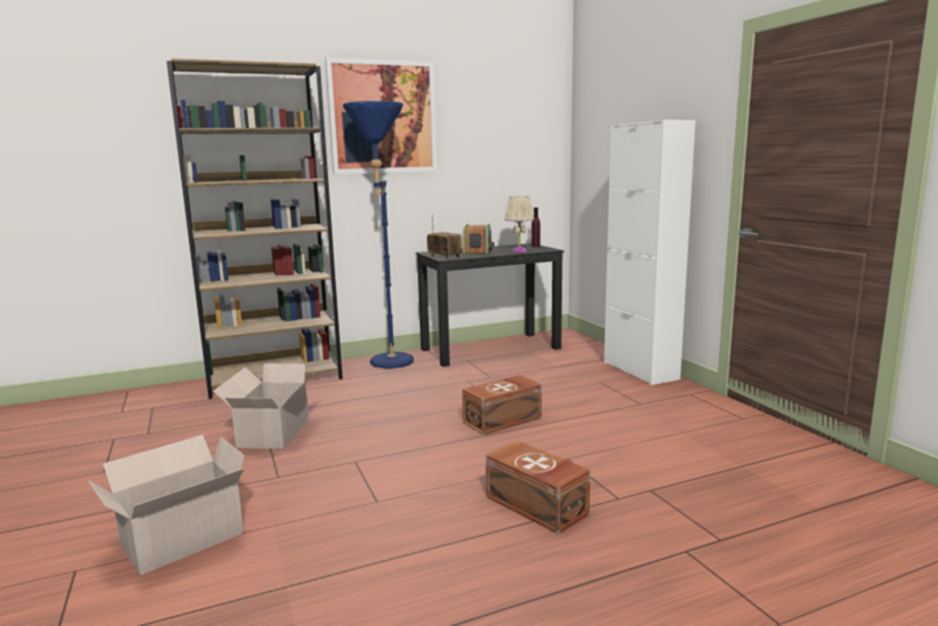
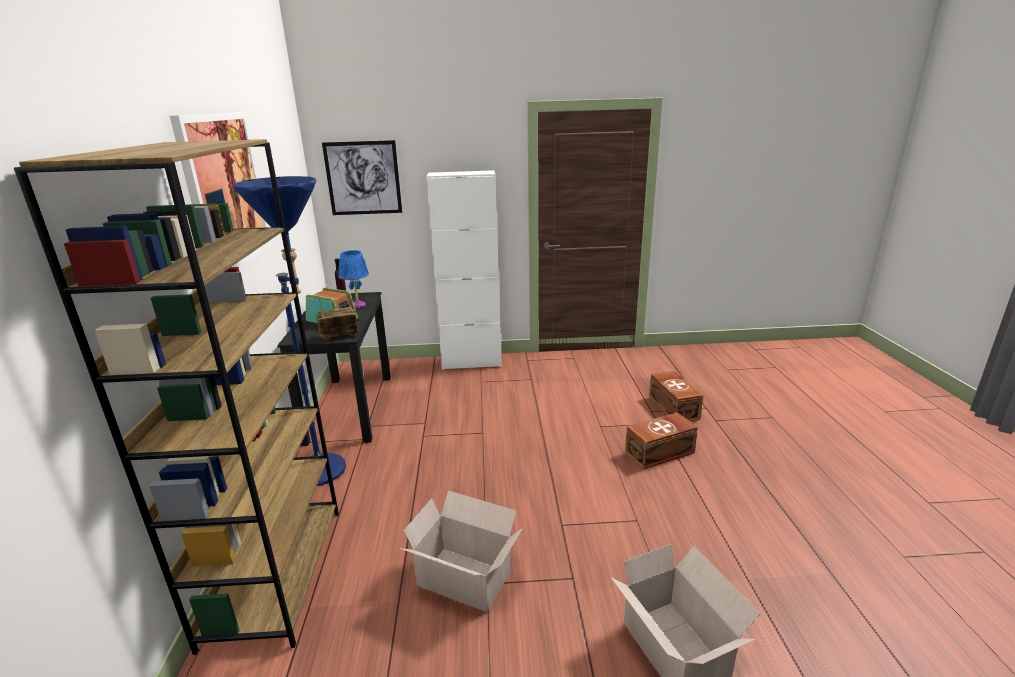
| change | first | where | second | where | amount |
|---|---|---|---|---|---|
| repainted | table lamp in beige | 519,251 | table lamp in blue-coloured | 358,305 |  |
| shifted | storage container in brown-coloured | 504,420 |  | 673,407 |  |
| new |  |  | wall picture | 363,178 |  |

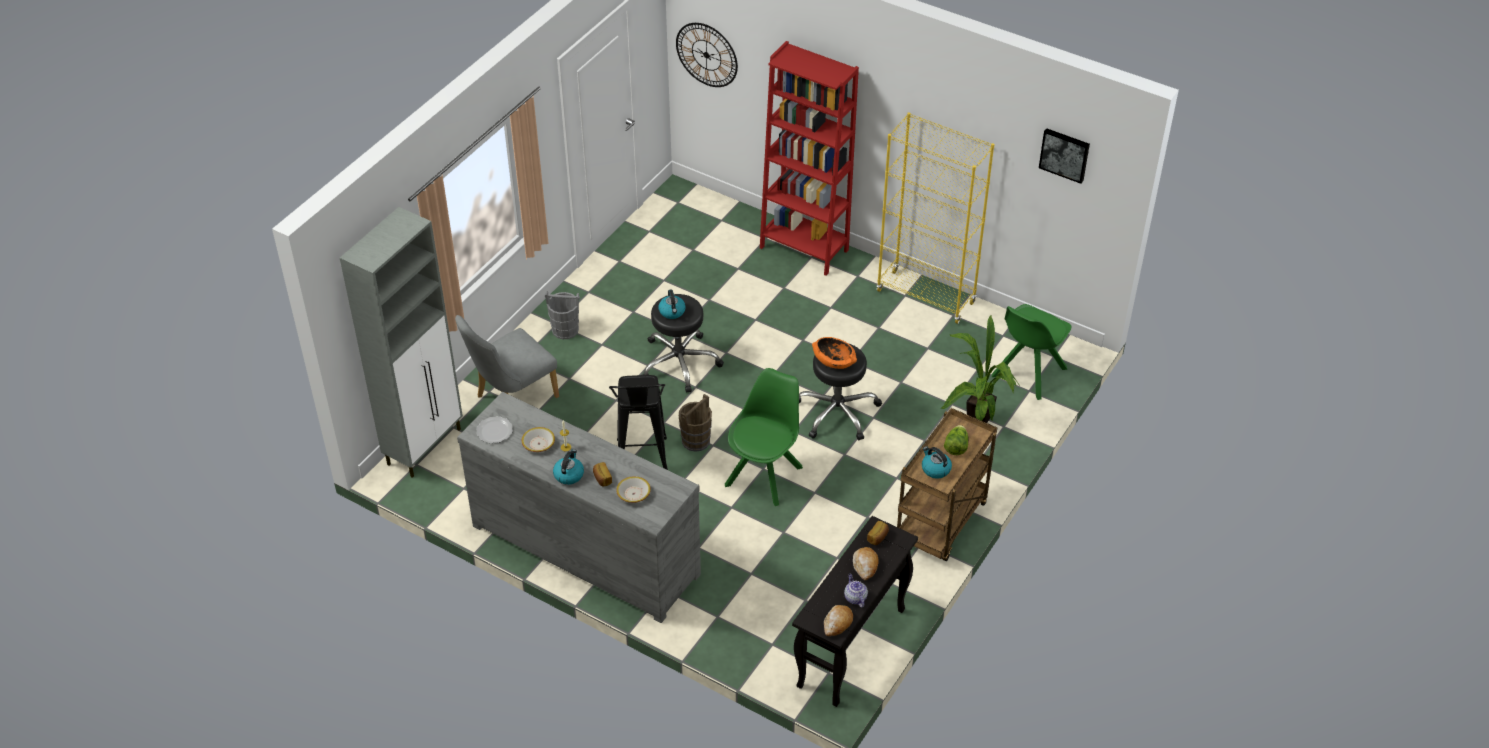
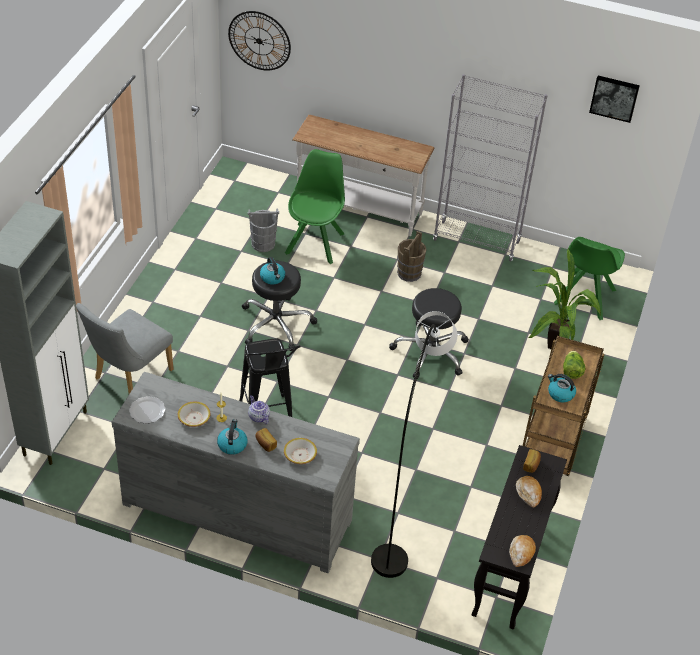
| change | first | where | second | where | amount |
|---|---|---|---|---|---|
| swapped | bookshelf in red-coloured | 804,249 | narrow table in white-coloured | 358,210 |  |
| repainted | bookshelf in yellow | 926,297 | bookshelf in gray | 477,241 |  |
| shifted | water bucket in gray | 565,330 |  | 263,244 |  |
| gone | bowl in orangey | 834,360 |  |  |  |
| shifted | upright chair in green | 765,474 |  | 315,242 |  |
| shifted | water bucket in brown-coloured | 696,440 |  | 409,273 |  |
| shifted | teapot | 855,597 |  | 258,417 |  |
| new |  |  | standing lamp in gray | 405,507 |  |

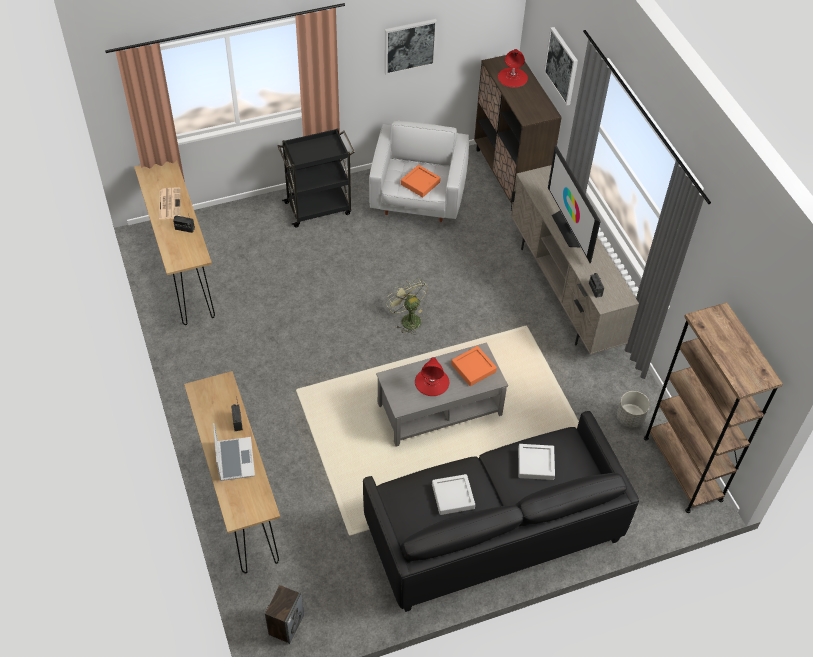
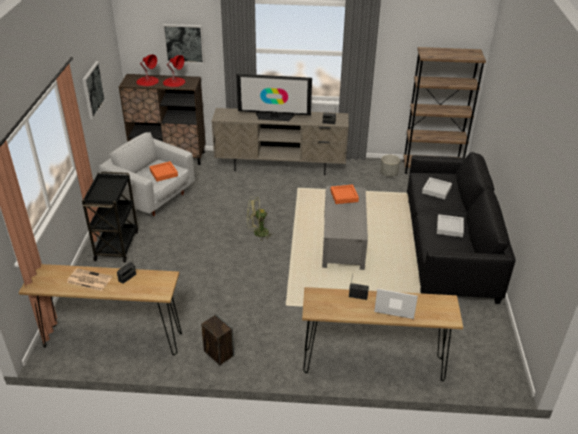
| change | first | where | second | where | amount |
|---|---|---|---|---|---|
| shifted | table lamp in red-coloured | 432,382 |  | 174,82 |  |
| shifted | audio speaker | 286,624 |  | 218,353 |  |

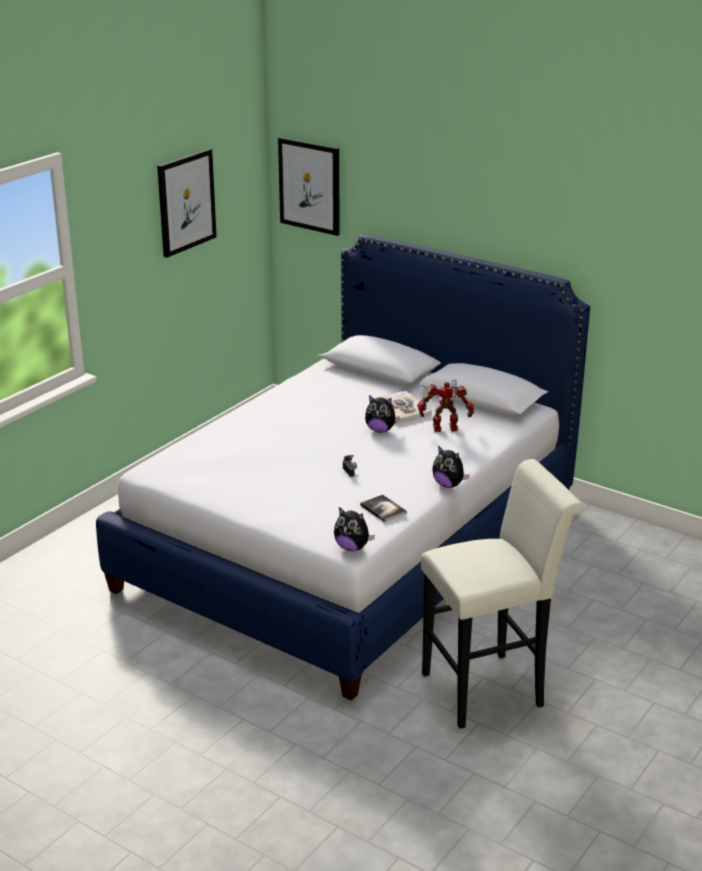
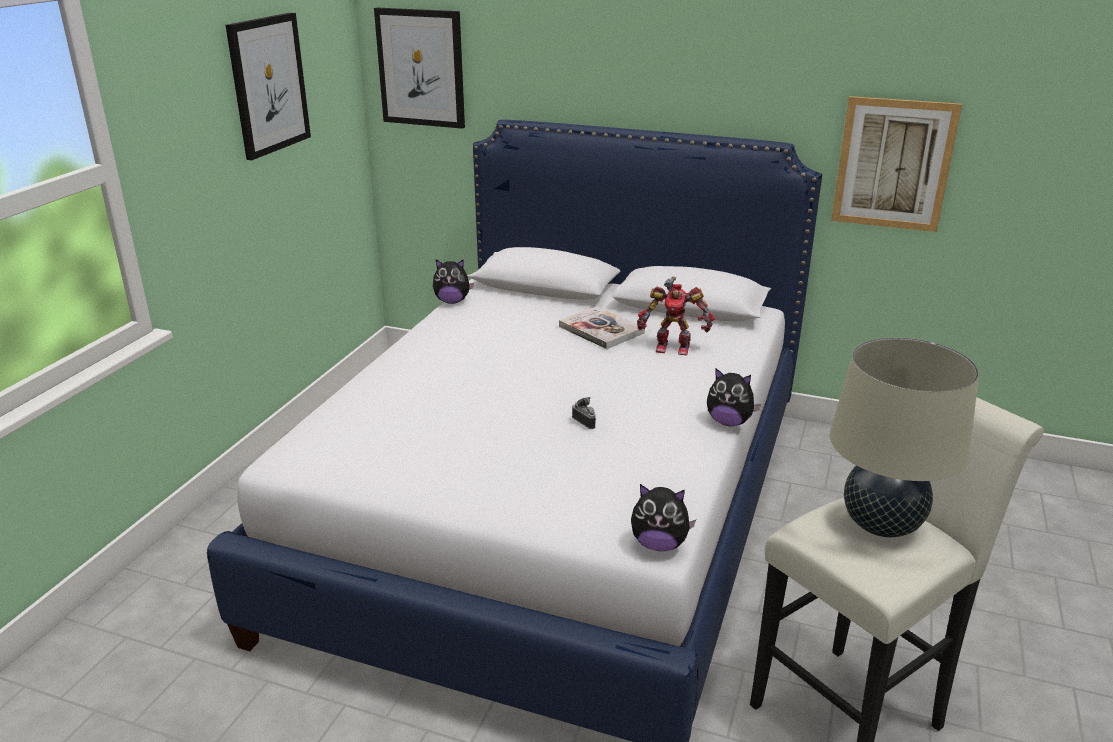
| change | first | where | second | where | amount |
|---|---|---|---|---|---|
| rotated | robot figure | 445,428 |  | 672,347 | 150 degrees counterclockwise |
| shifted | soft toy | 380,430 |  | 452,301 |  |
| gone | bound book | 383,509 |  |  |  |
| new |  |  | wall picture | 893,164 |  |
| new |  |  | table lamp in beige | 881,524 |  |

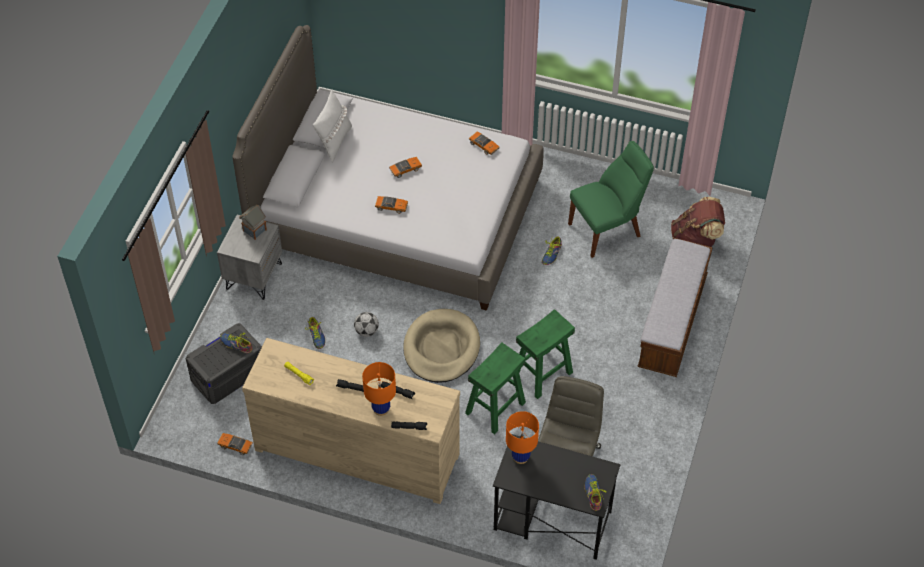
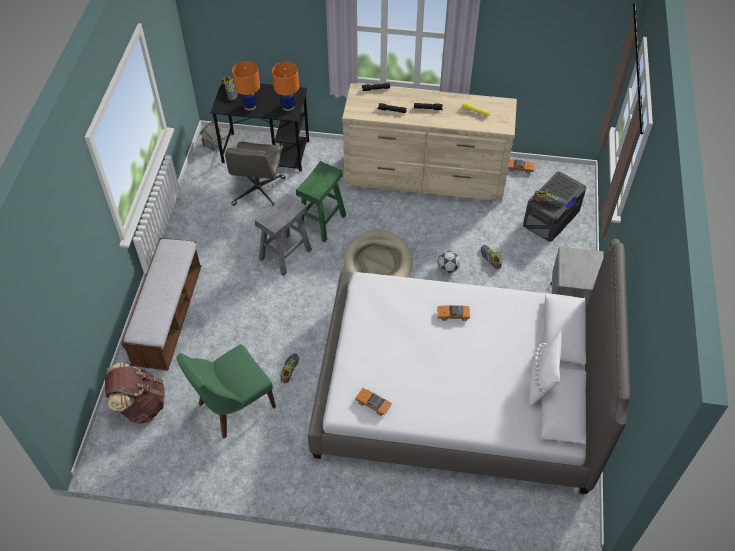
| change | first | where | second | where | amount |
|---|---|---|---|---|---|
| gone | miniature car | 405,169 |  |  |  |
| shifted | toy house | 254,231 |  | 212,144 |  |
| repainted | sitting stool in green | 542,374 | sitting stool in gray | 285,254 |  |
| shifted | table lamp in orangey | 381,409 |  | 250,106 |  |

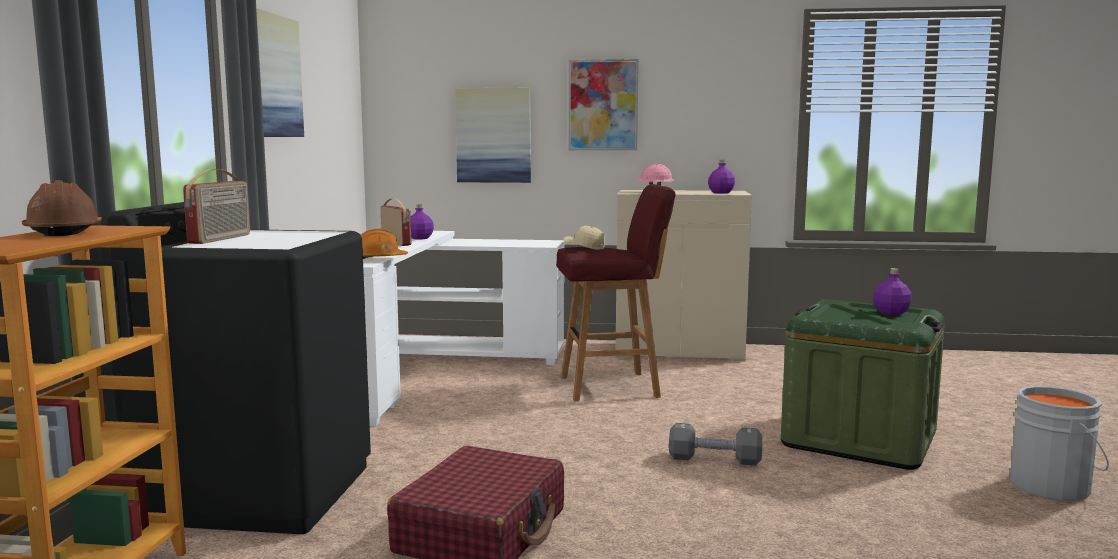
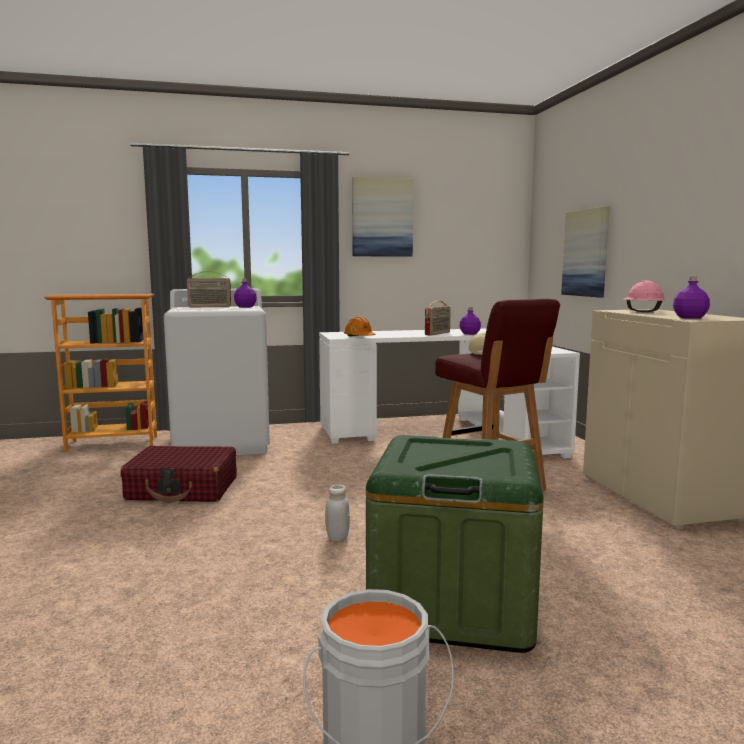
| change | first | where | second | where | amount |
|---|---|---|---|---|---|
| gone | wall picture | 603,105 |  |  |  |
| gone | hard hat in brown-coloured | 64,232 |  |  |  |
| repainted | washing machine in black-coloured | 262,492 | washing machine in white-coloured | 222,443 |  |
| shifted | drink bottle in purple-coloured | 890,313 |  | 245,307 |  |
| swapped | free weight in gray | 714,459 | preserve jar in white-coloured | 337,537 |  |

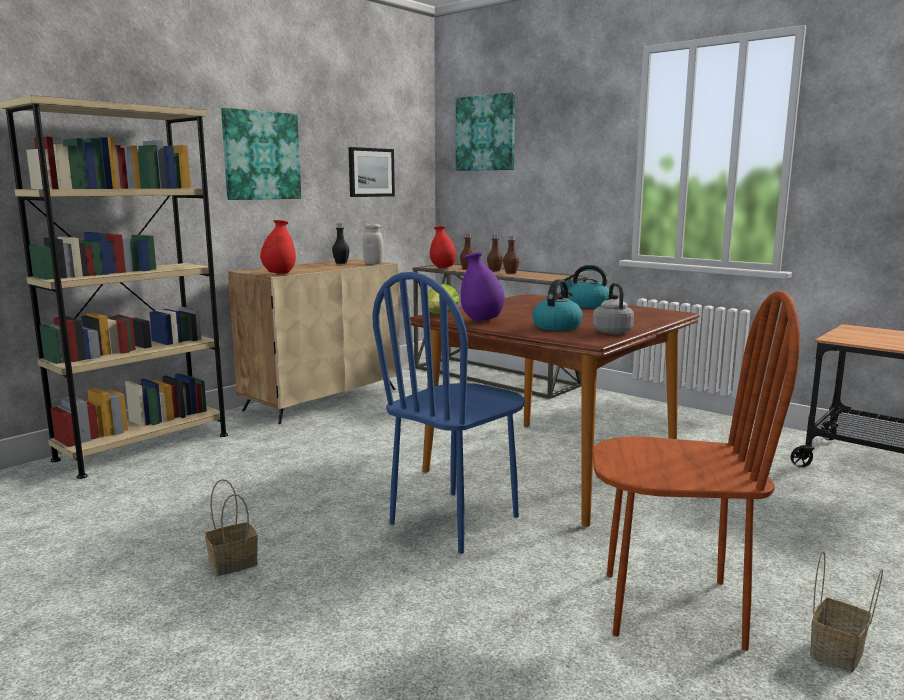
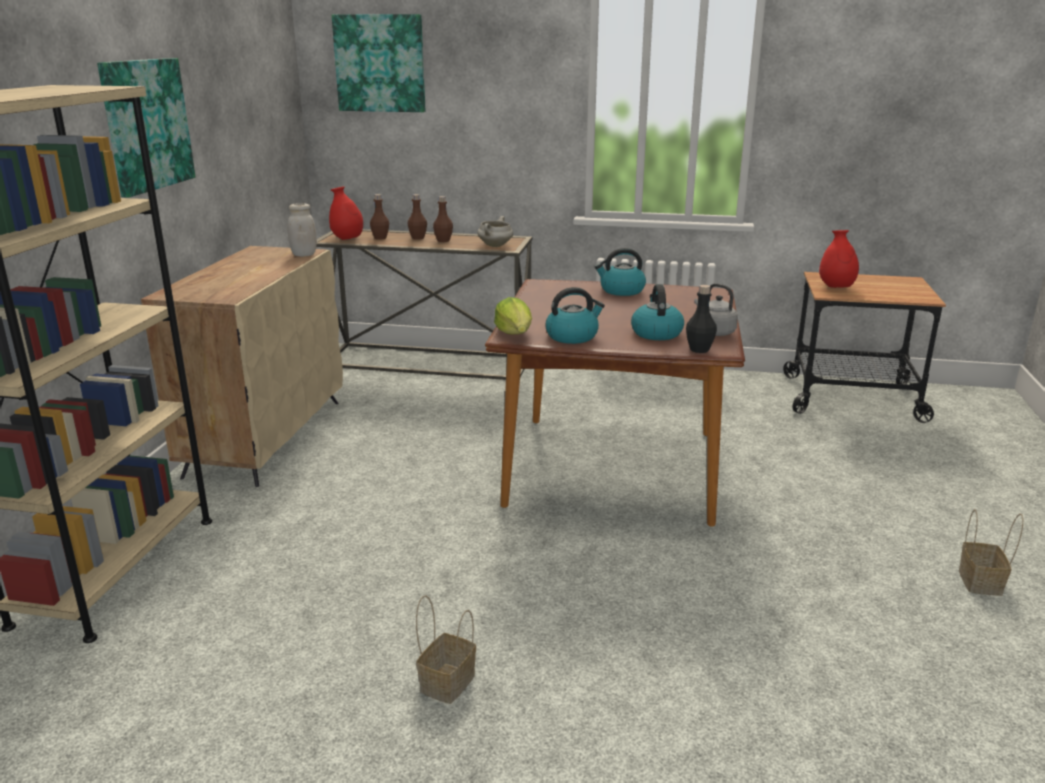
| change | first | where | second | where | amount |
|---|---|---|---|---|---|
| gone | wall picture | 371,172 |  |  |  |
| shifted | decorative vase in red-coloured | 279,274 |  | 836,287 |  |
| shifted | drink bottle in black-coloured | 341,263 |  | 699,349 |  |
| swapped | decorative vase in purple-coloured | 482,320 | tea kettle | 572,336 |  |
| gone | upright chair in blue-coloured | 455,520 |  |  |  |
| gone | upright chair in brown-coloured | 671,608 |  |  |  |
| new |  |  | saucepot in white-coloured | 495,246 |  |

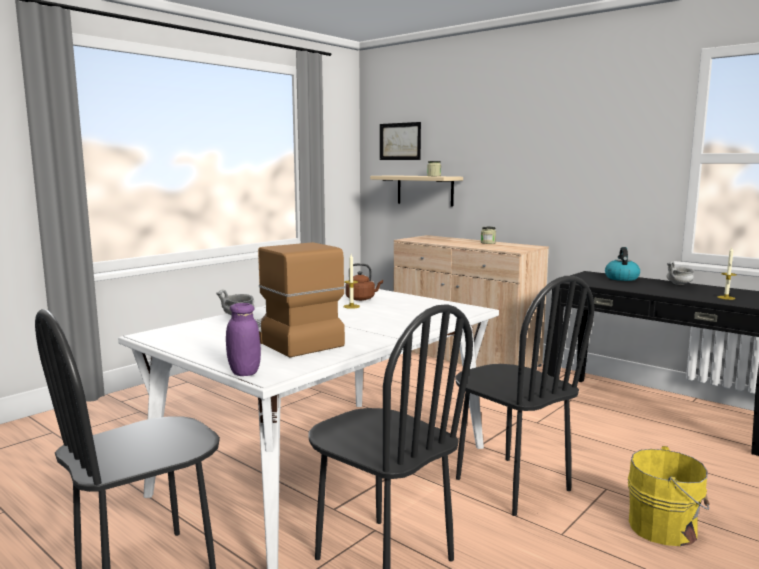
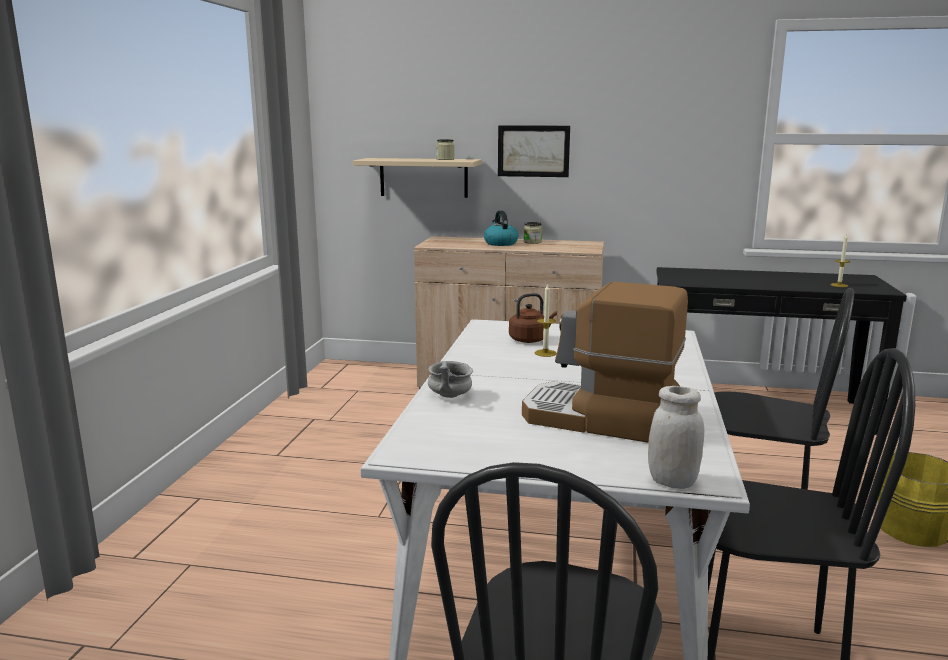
| change | first | where | second | where | amount |
|---|---|---|---|---|---|
| shifted | wall picture | 400,141 |  | 533,151 |  |
| shifted | tea kettle | 621,278 |  | 500,243 |  |
| gone | bowl in gray | 678,284 |  |  |  |
| repainted | preserve jar in purple-coloured | 244,372 | preserve jar in white-coloured | 672,482 |  |

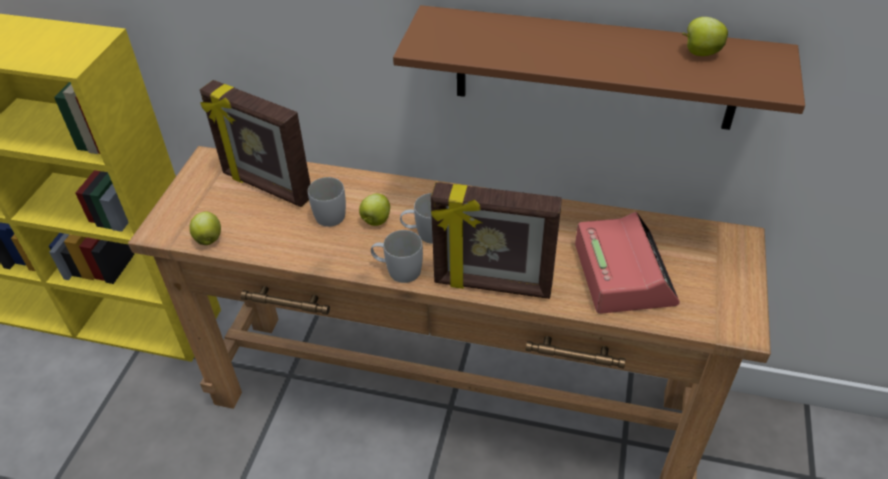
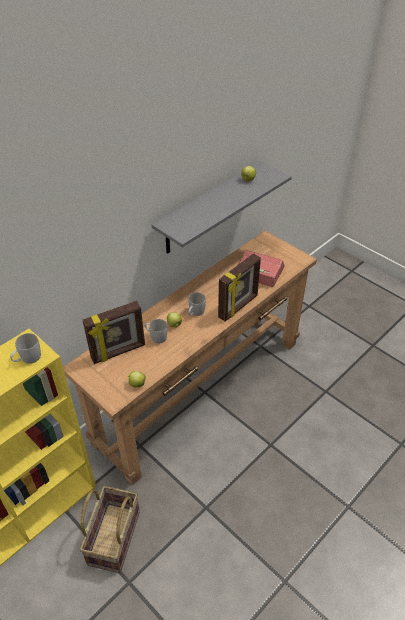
| change | first | where | second | where | amount |
|---|---|---|---|---|---|
| repainted | shelf in brown-coloured | 595,68 | shelf in gray | 209,208 |  |
| shifted | tea mug in white-coloured | 397,270 |  | 27,359 |  |
| new |  |  | storage basket | 113,537 |  |

